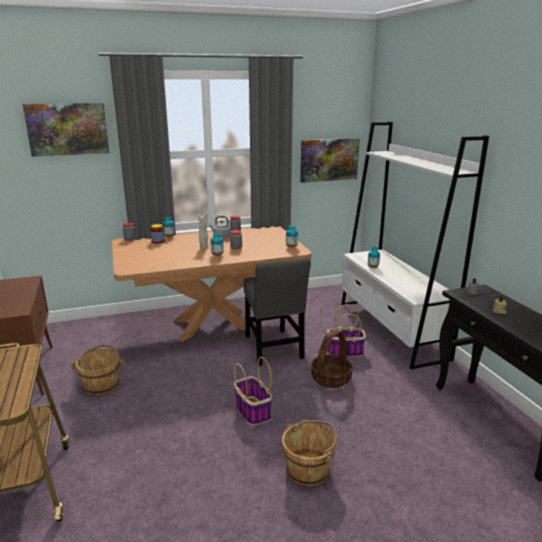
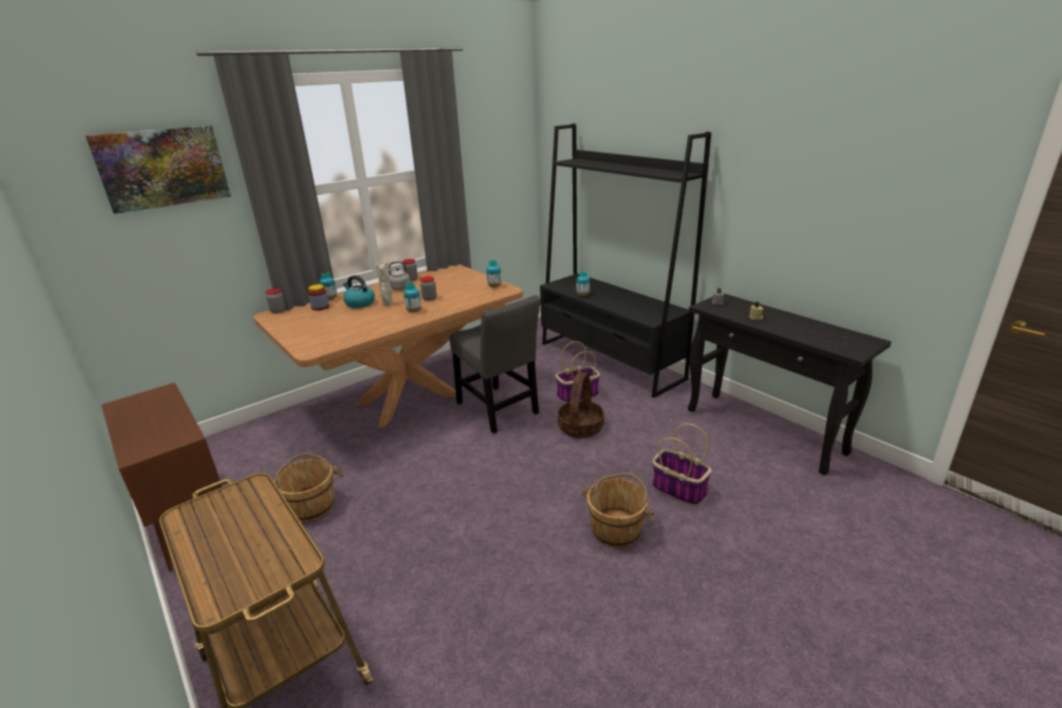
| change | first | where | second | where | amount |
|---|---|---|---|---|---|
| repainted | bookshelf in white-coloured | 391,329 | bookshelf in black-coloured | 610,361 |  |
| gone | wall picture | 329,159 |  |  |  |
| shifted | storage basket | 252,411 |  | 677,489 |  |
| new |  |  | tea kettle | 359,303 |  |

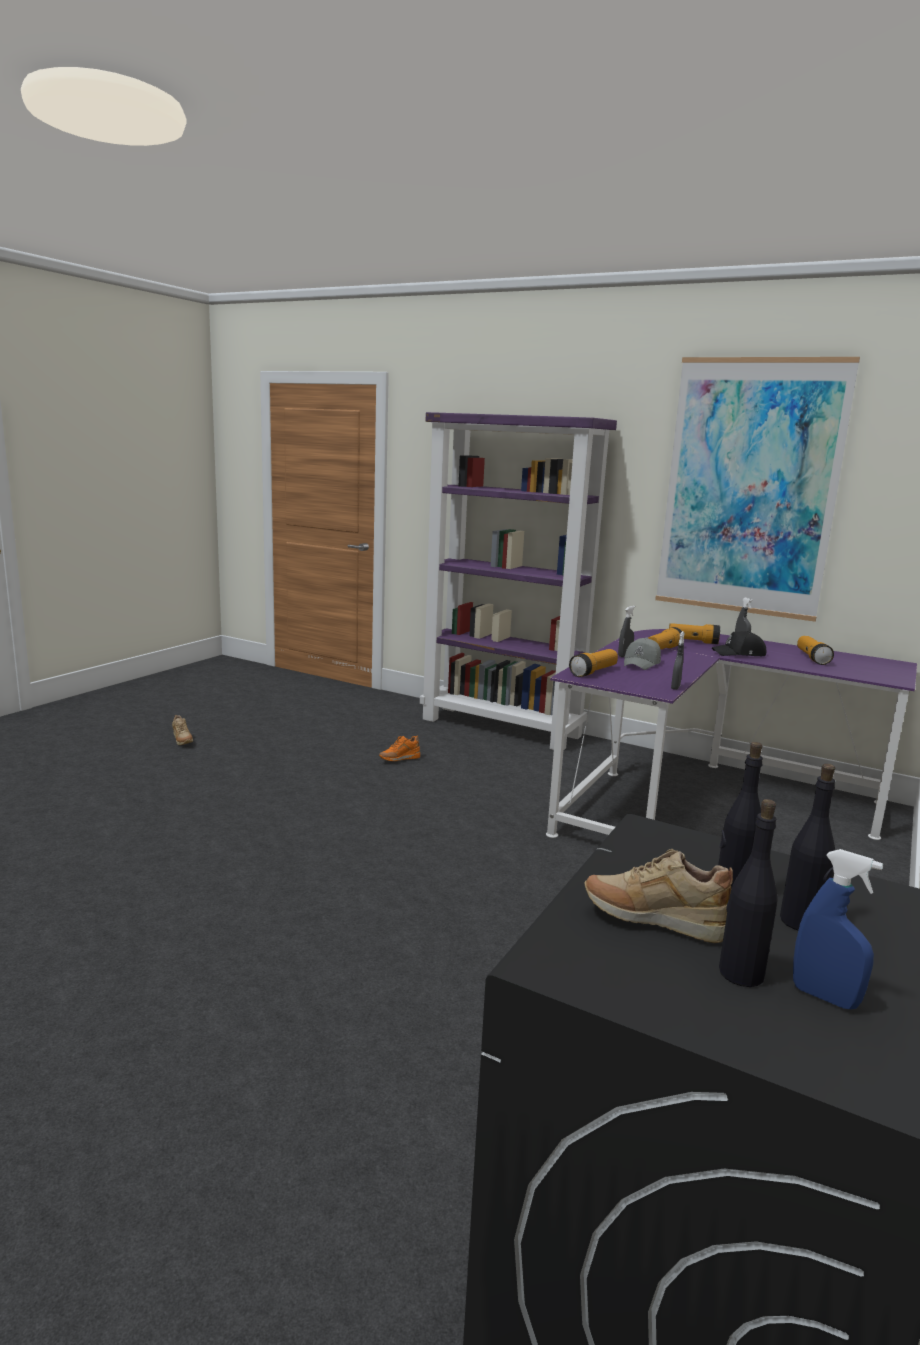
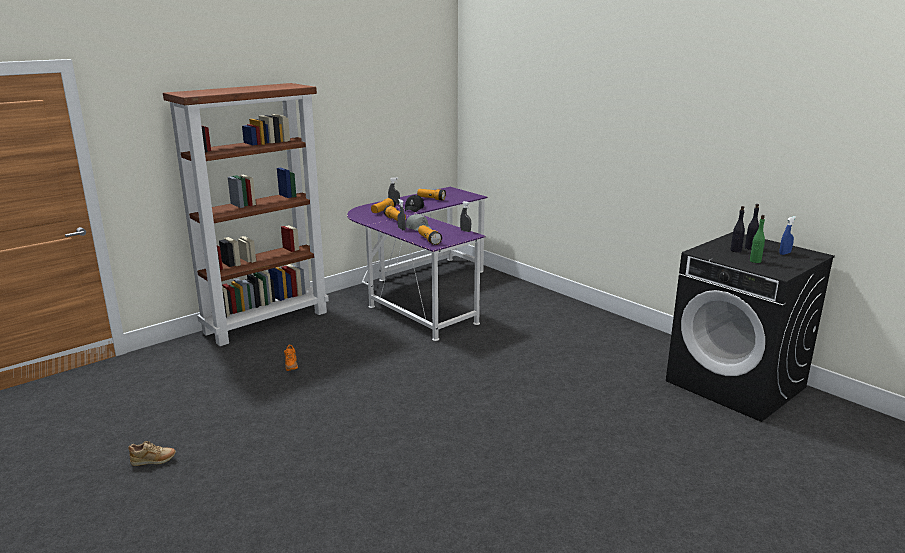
| change | first | where | second | where | amount |
|---|---|---|---|---|---|
| gone | wall picture | 749,488 |  |  |  |
| repainted | bookshelf in purple-coloured | 502,727 | bookshelf in brown-coloured | 267,322 |  |
| gone | drink bottle in black-coloured | 740,973 |  |  |  |
| swapped | shoe in beige | 653,921 | drink bottle in green | 755,261 |  |

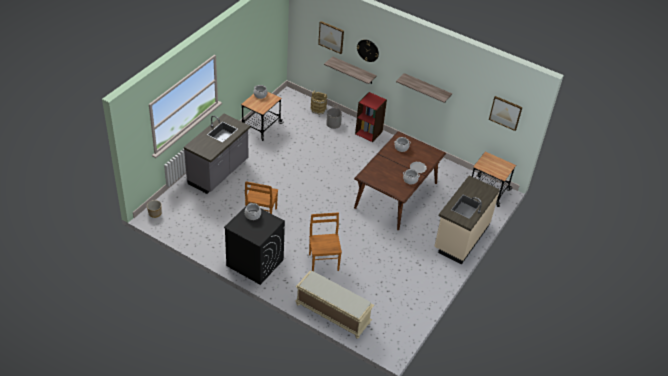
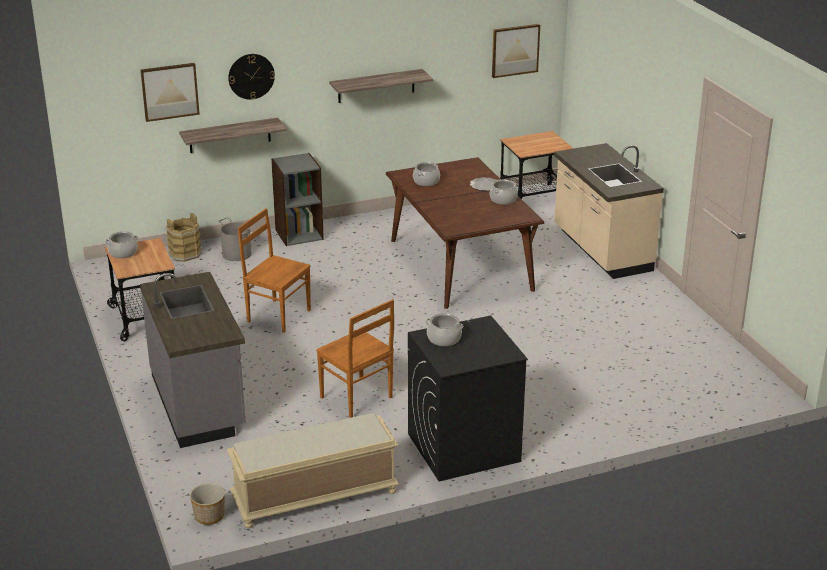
| change | first | where | second | where | amount |
|---|---|---|---|---|---|
| repainted | bookshelf in red-coloured | 369,132 | bookshelf in gray | 299,234 |  |
| shifted | upright chair in brown-coloured | 323,261 |  | 277,315 |  |
| shifted | indoor bench in beige | 332,313 |  | 314,497 |  |

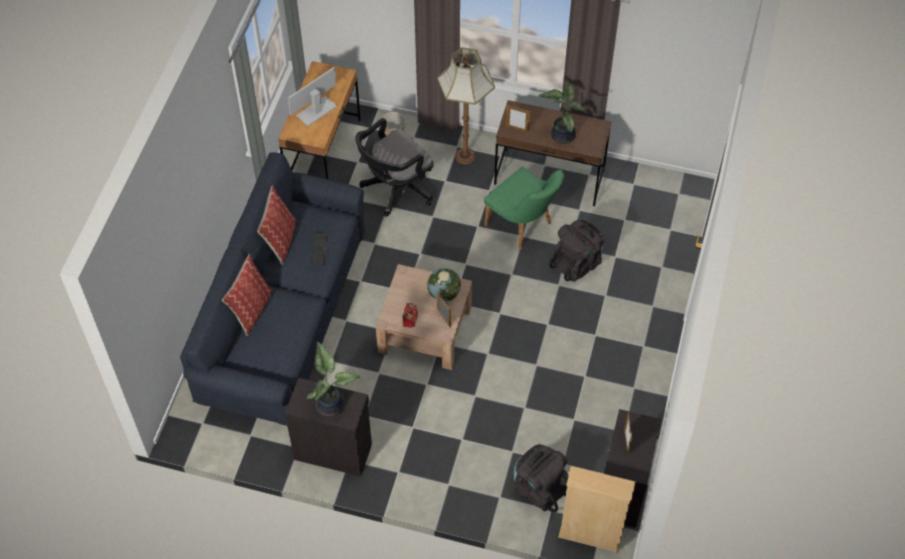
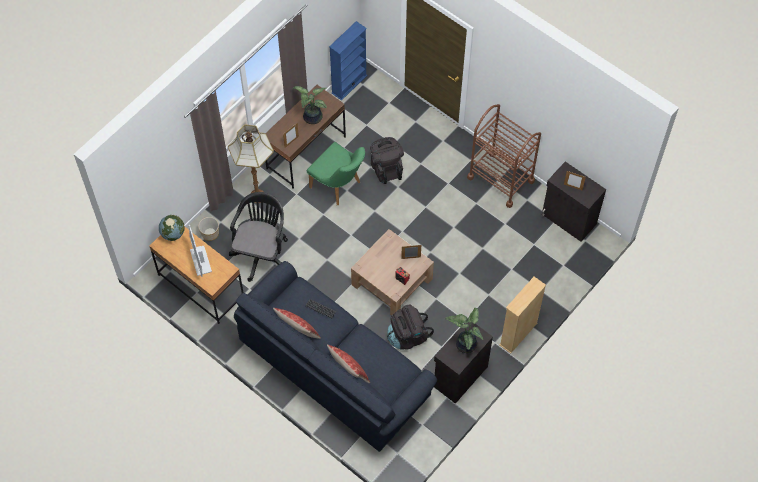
| change | first | where | second | where | amount |
|---|---|---|---|---|---|
| rotated | office chair in black-coloured | 395,189 |  | 261,252 | 150 degrees counterclockwise |
| rotated | upright chair in green | 523,227 |  | 339,186 | 60 degrees clockwise |
| shifted | desk globe | 444,293 |  | 173,234 |  |
| shifted | knapsack in black-coloured | 539,488 |  | 408,336 |  |
| shifted | bookshelf in beige | 590,536 |  | 518,334 |  |
| new |  |  | bookshelf in blue-coloured | 349,84 |  |
| new |  |  | cart in brown-coloured | 500,179 |  |

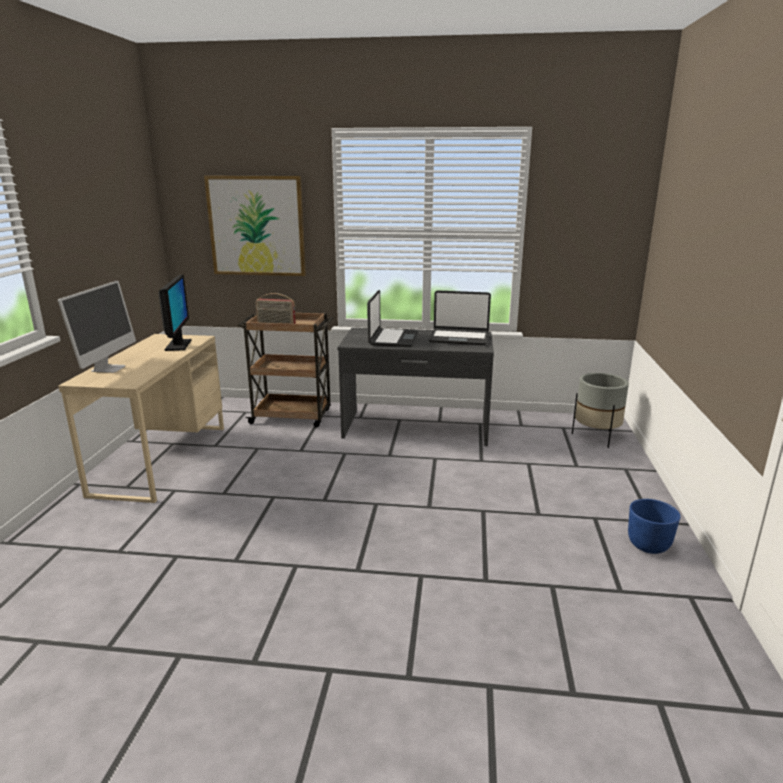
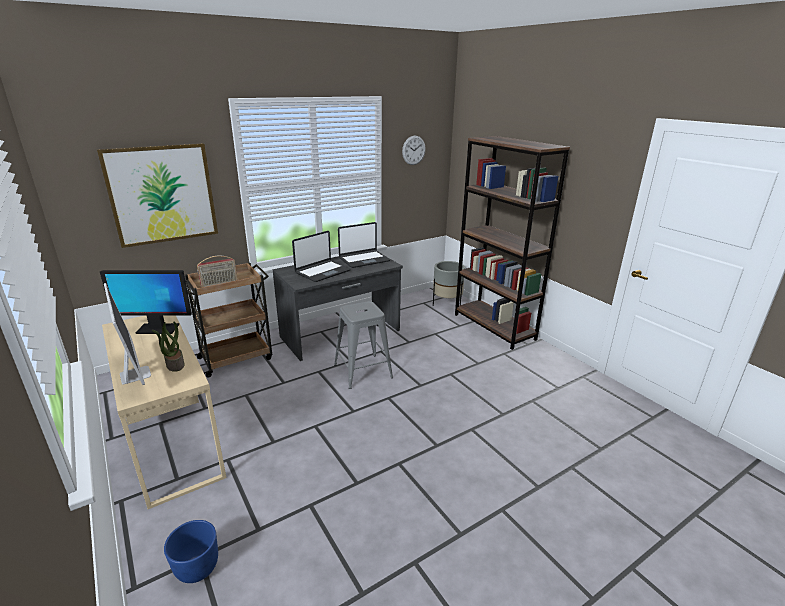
| change | first | where | second | where | amount |
|---|---|---|---|---|---|
| rotated | computer display | 178,345 |  | 157,329 | 135 degrees clockwise |
| rotated | laptop | 393,339 |  | 322,272 | 75 degrees clockwise |
| shifted | planter in blue-coloured | 649,546 |  | 198,568 |  |
| new |  |  | wall clock | 413,150 |  |
| new |  |  | bookshelf in brown-coloured | 494,327 |  |
| new |  |  | sitting stool in gray | 363,371 |  |
| new |  |  | potted plant | 174,364 |  |

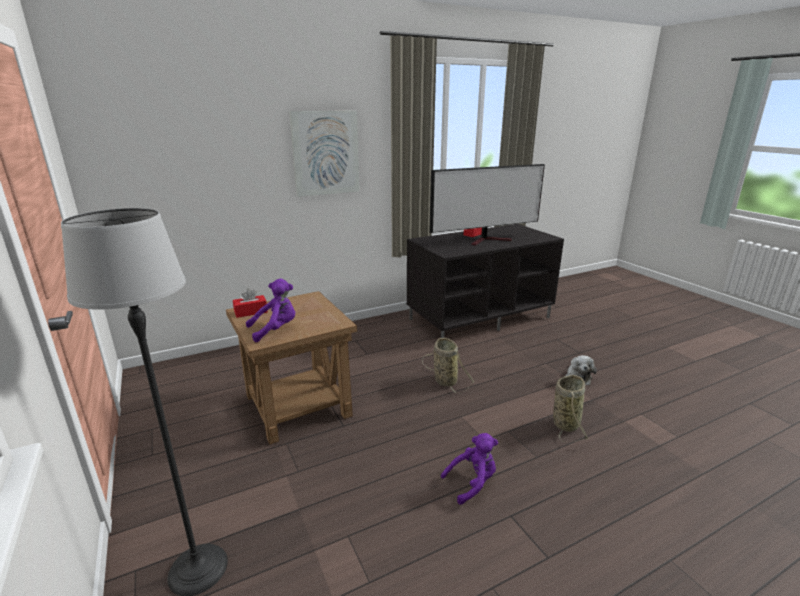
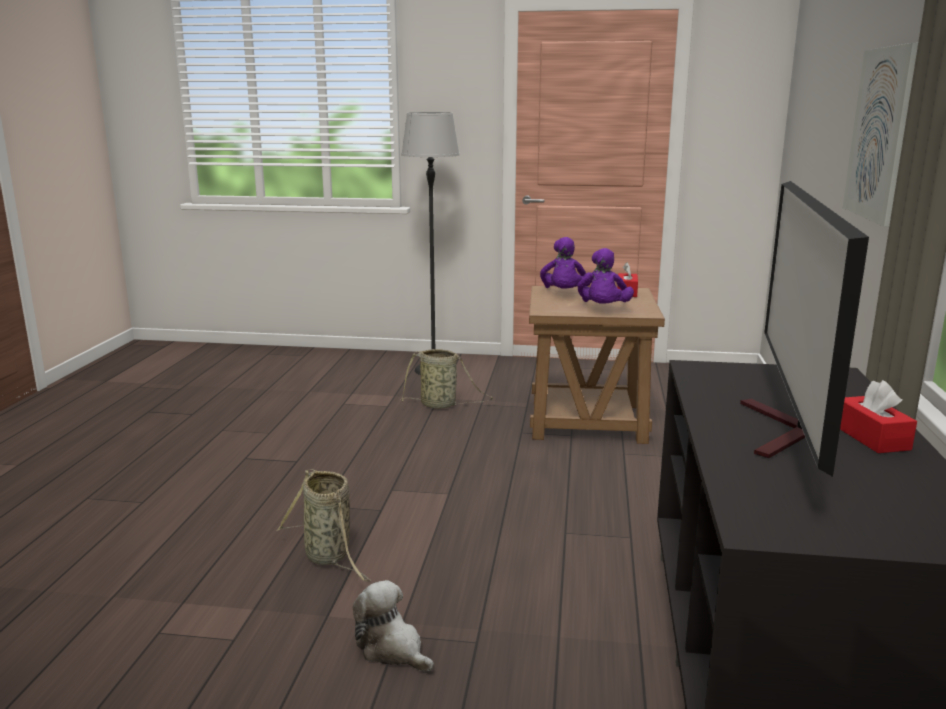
| change | first | where | second | where | amount |
|---|---|---|---|---|---|
| shifted | storage basket | 444,380 |  | 441,405 |  |
| shifted | soft toy in purple-coloured | 472,483 |  | 603,309 |  |

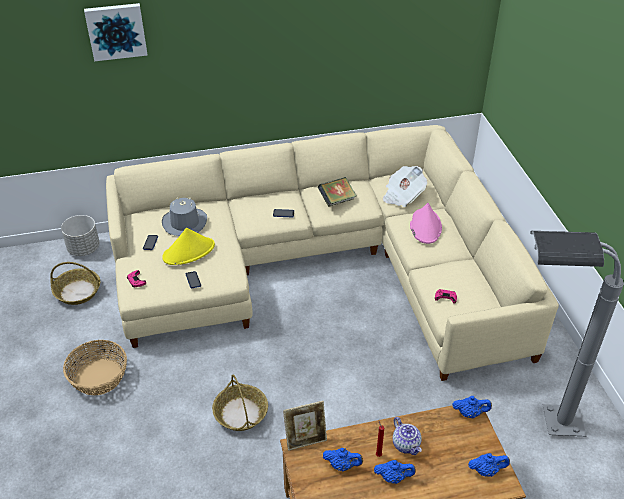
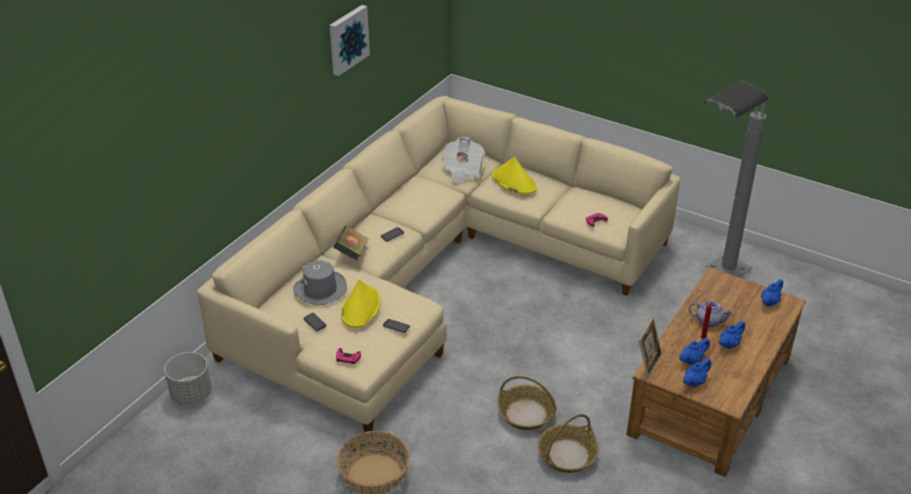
| change | first | where | second | where | amount |
|---|---|---|---|---|---|
| shifted | wall picture | 116,31 |  | 347,39 |  |
| shifted | bound book | 337,200 |  | 352,253 |  |
| repainted | hat in pinkish | 425,226 | hat in yellow | 513,182 |  |
| shifted | storage basket | 78,291 |  | 567,455 |  |
| shifted | teapot in blue-coloured | 470,413 |  | 694,382 |  |

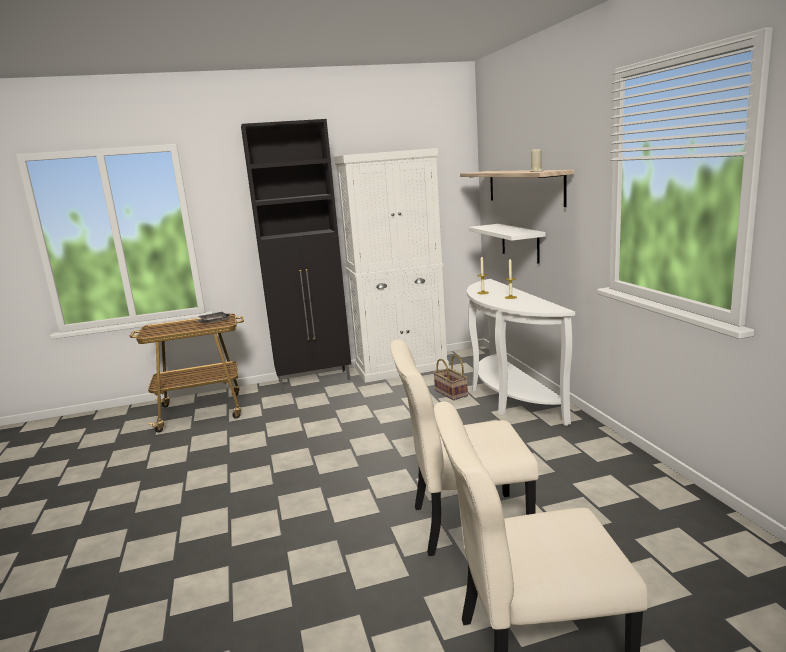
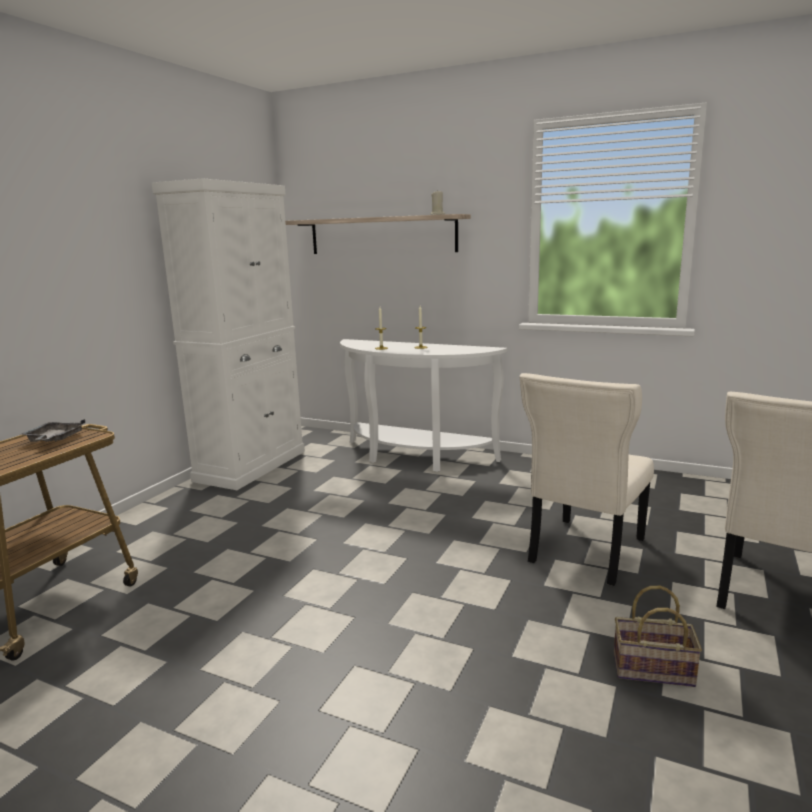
| change | first | where | second | where | amount |
|---|---|---|---|---|---|
| gone | storage cabinet in black-coloured | 315,380 |  |  |  |
| gone | shelf in white-coloured | 520,242 |  |  |  |
| shifted | storage basket | 450,393 |  | 651,670 |  |

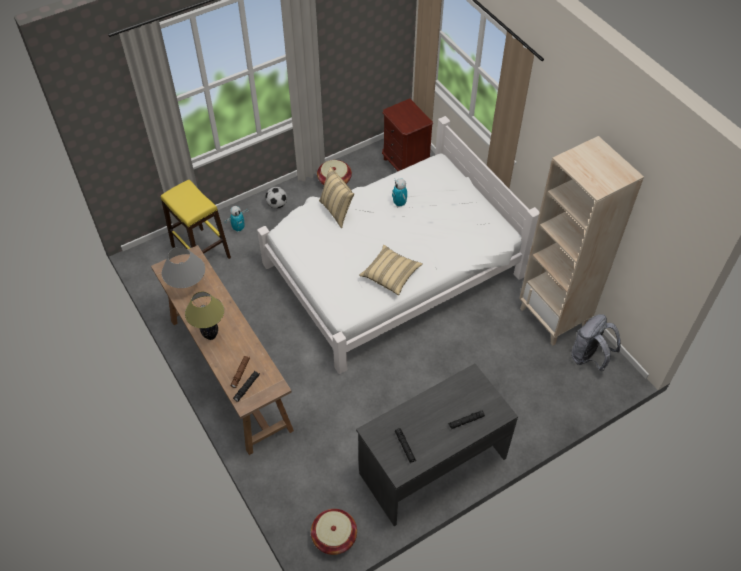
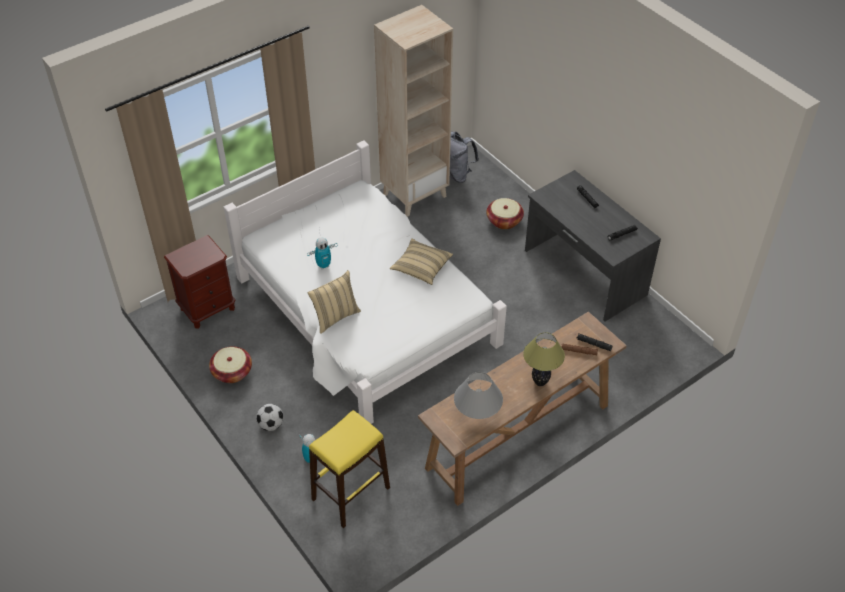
| change | first | where | second | where | amount |
|---|---|---|---|---|---|
| shifted | storage basket | 334,536 |  | 504,220 |  |

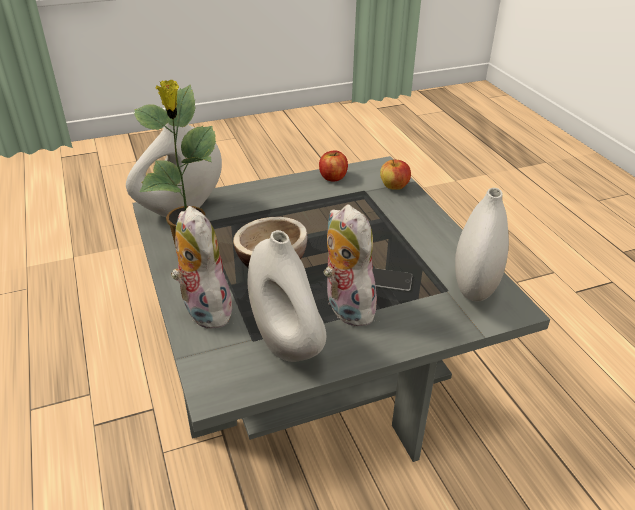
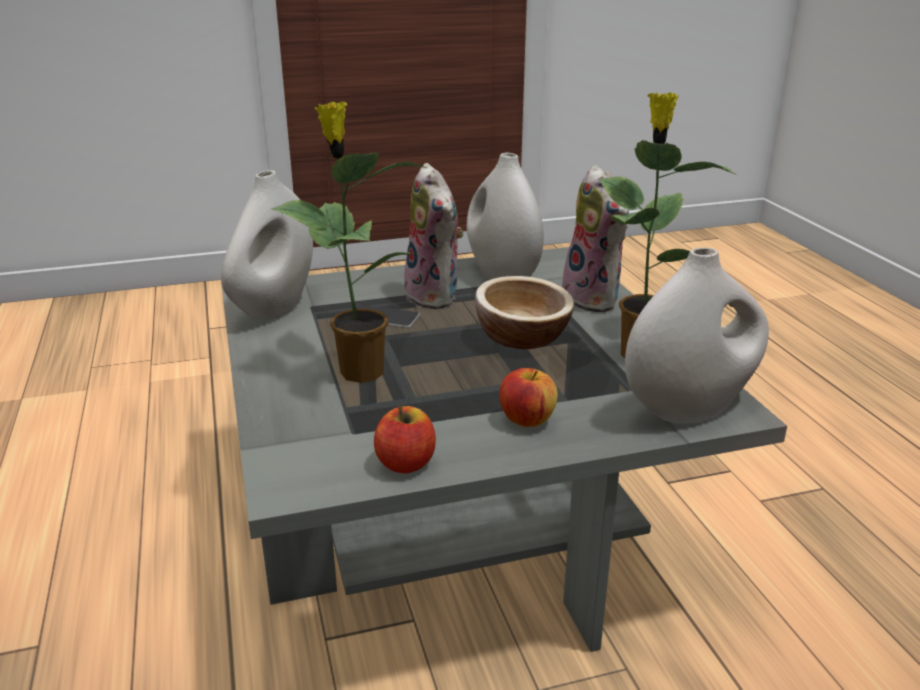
| change | first | where | second | where | amount |
|---|---|---|---|---|---|
| shifted | whole apple | 394,187 |  | 527,420 |  |
| new |  |  | potted plant | 359,371 |  |

